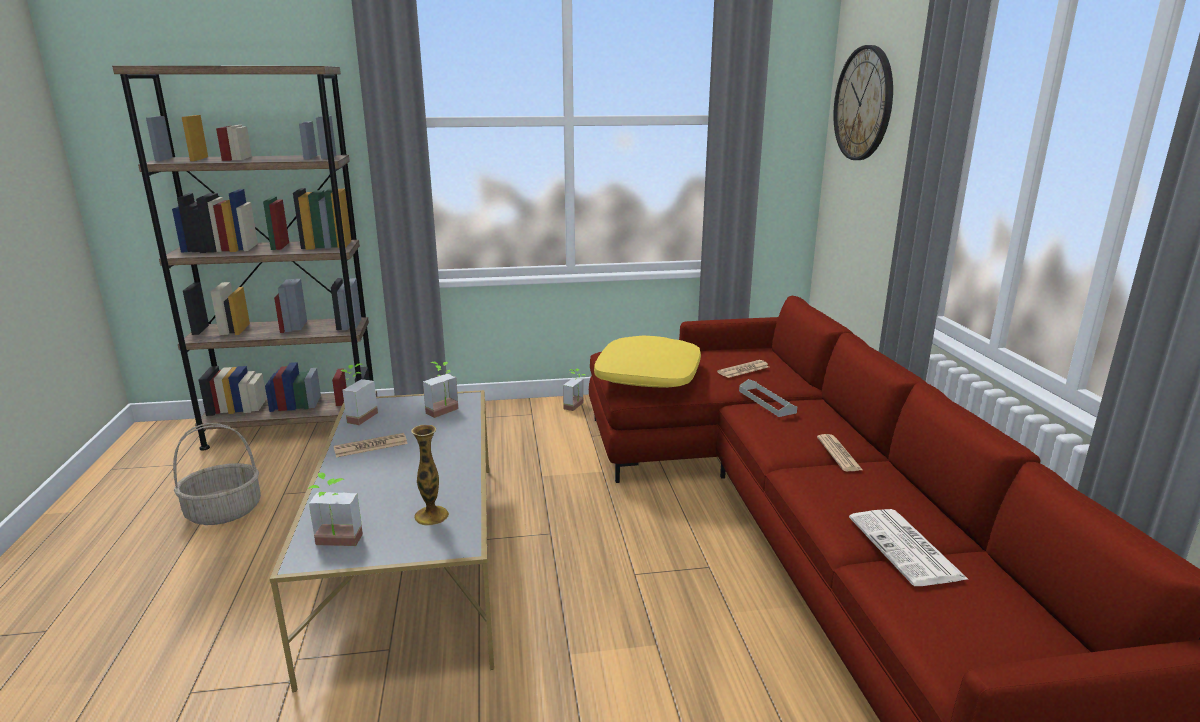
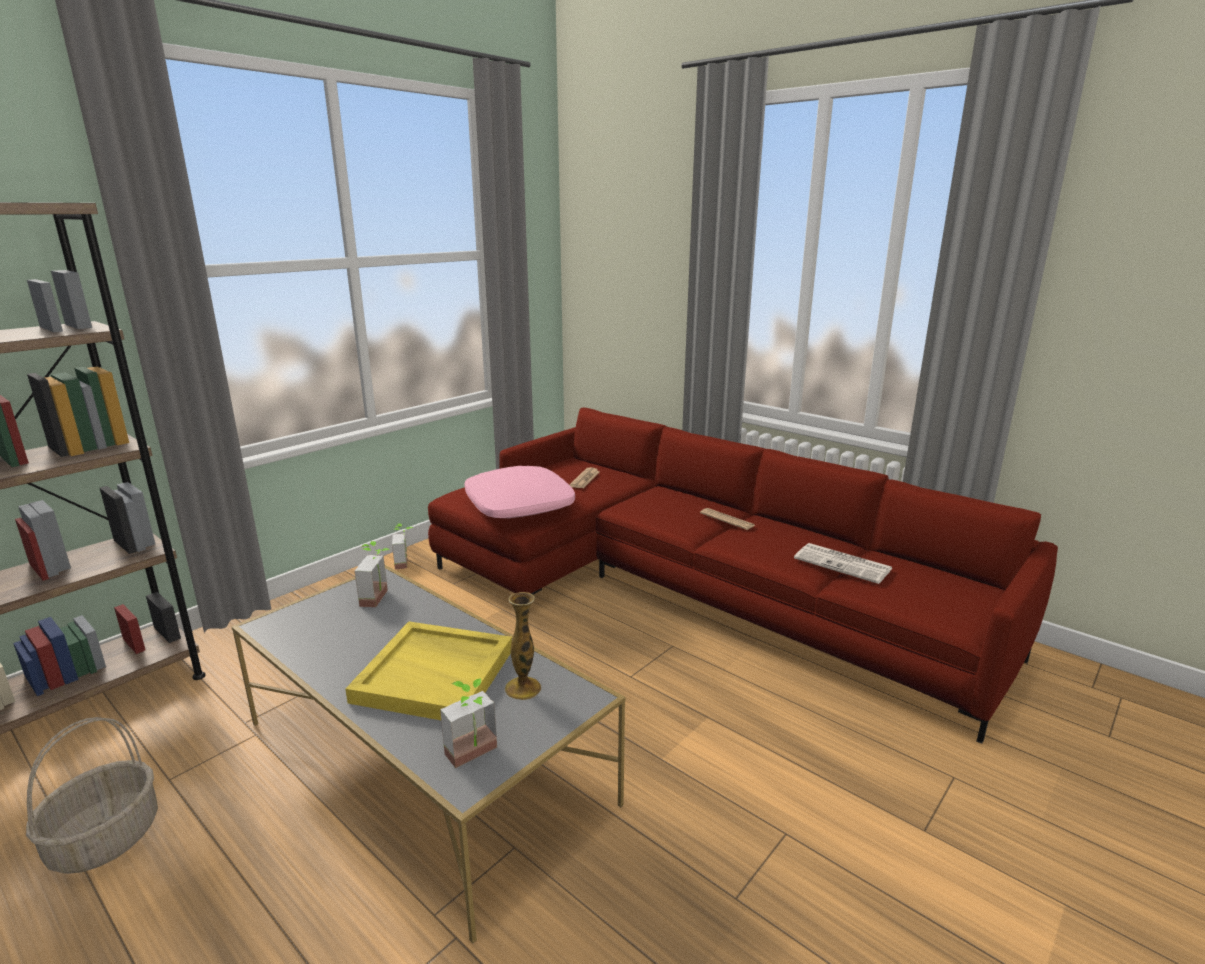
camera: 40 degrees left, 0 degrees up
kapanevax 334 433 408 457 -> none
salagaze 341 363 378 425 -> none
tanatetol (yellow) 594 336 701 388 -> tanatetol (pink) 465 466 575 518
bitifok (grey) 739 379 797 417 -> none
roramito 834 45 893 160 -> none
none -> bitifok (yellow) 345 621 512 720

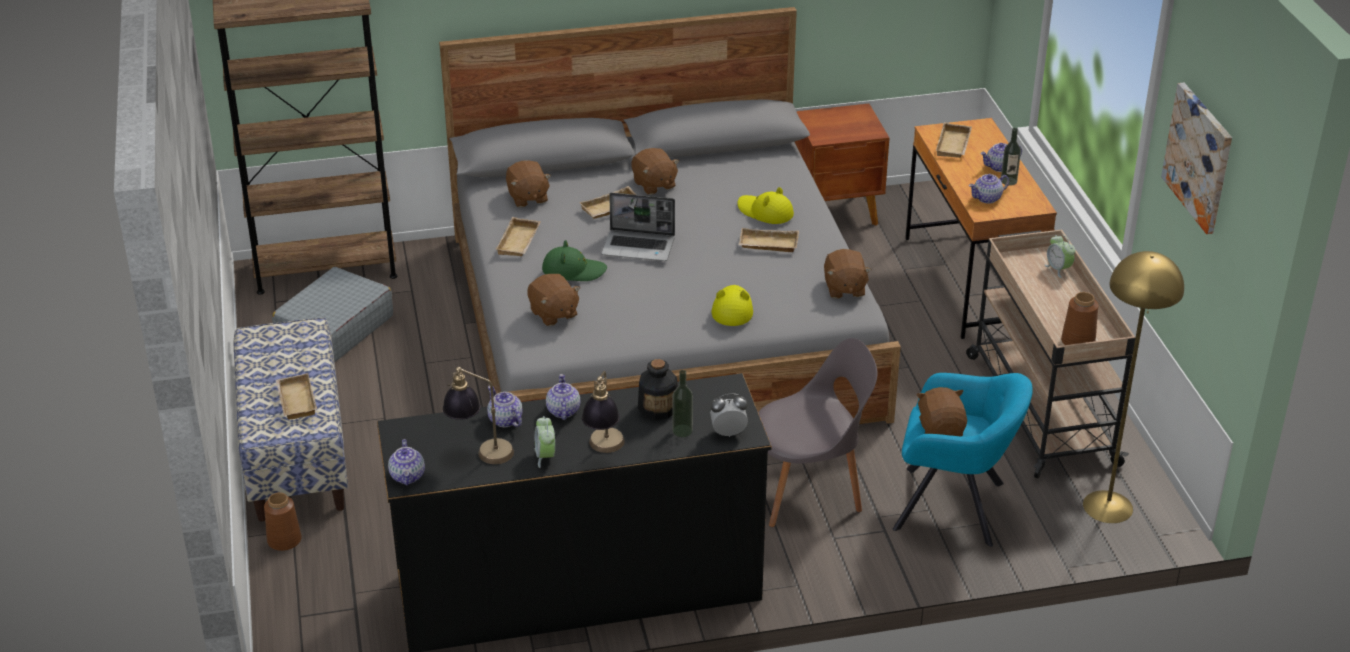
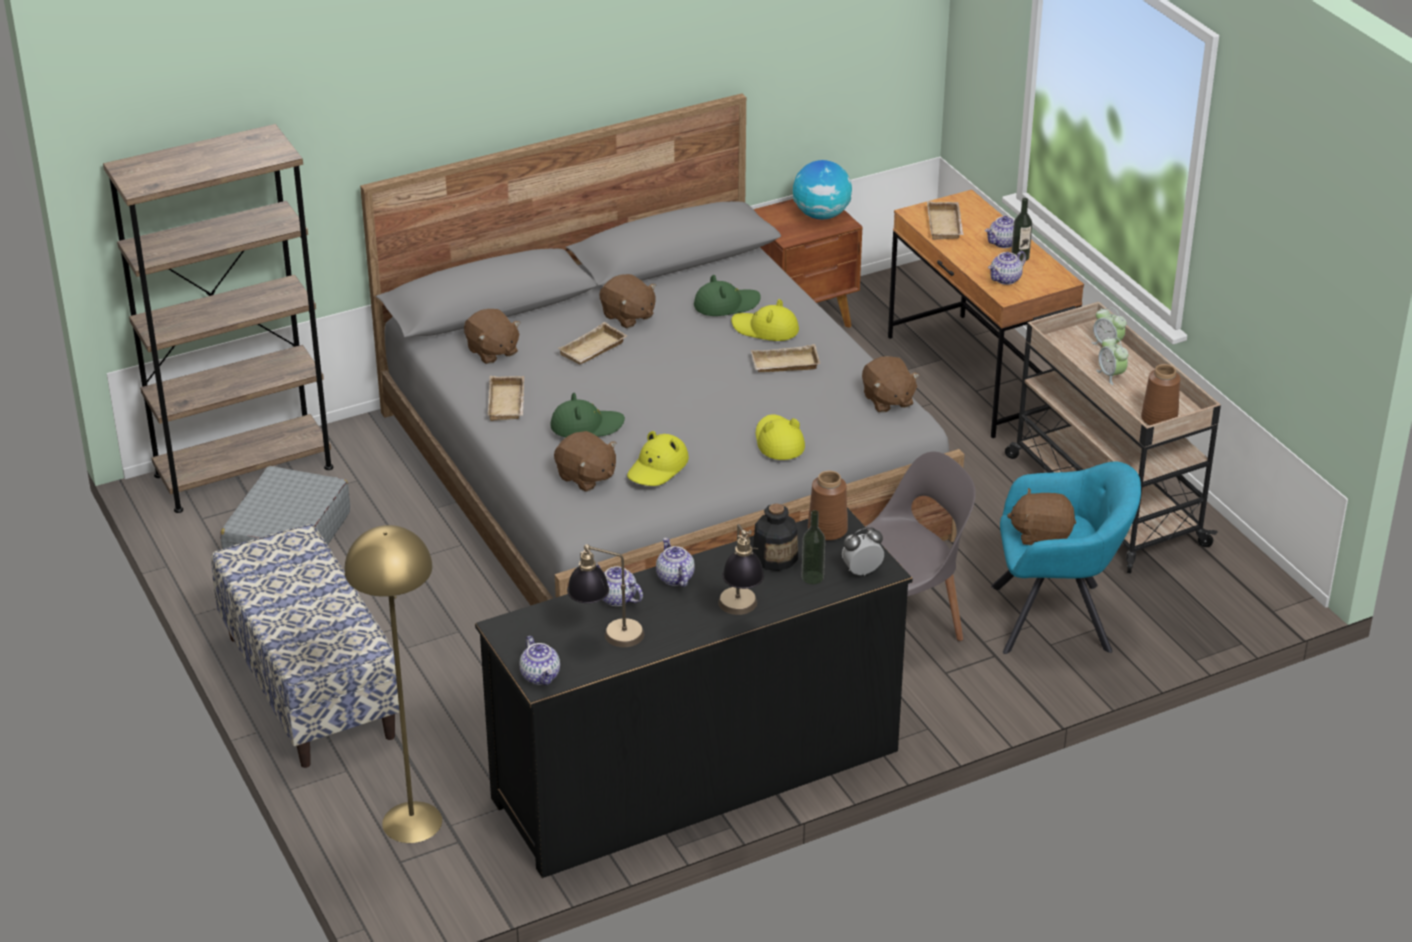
camera: 15 degrees left, 0 degrees up
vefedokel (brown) 264 492 302 551 -> vefedokel (brown) 808 471 848 540, move
bitifok (beige) 276 373 317 420 -> none
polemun 535 416 555 468 -> polemun 1096 337 1128 385, move
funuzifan 602 193 675 261 -> none
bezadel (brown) 916 387 967 436 -> bezadel (brown) 1007 488 1076 545, 60 degrees counterclockwise
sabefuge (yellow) 1083 251 1184 523 -> sabefuge (yellow) 344 525 442 843, move
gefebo 1161 83 1232 234 -> none
none -> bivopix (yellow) 627 431 689 486
none -> bivopix (green) 694 275 761 316
none -> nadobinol 793 160 852 220

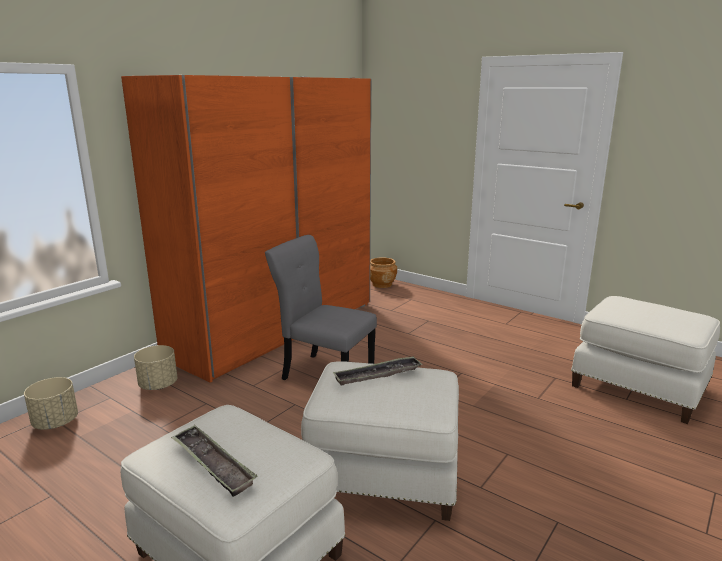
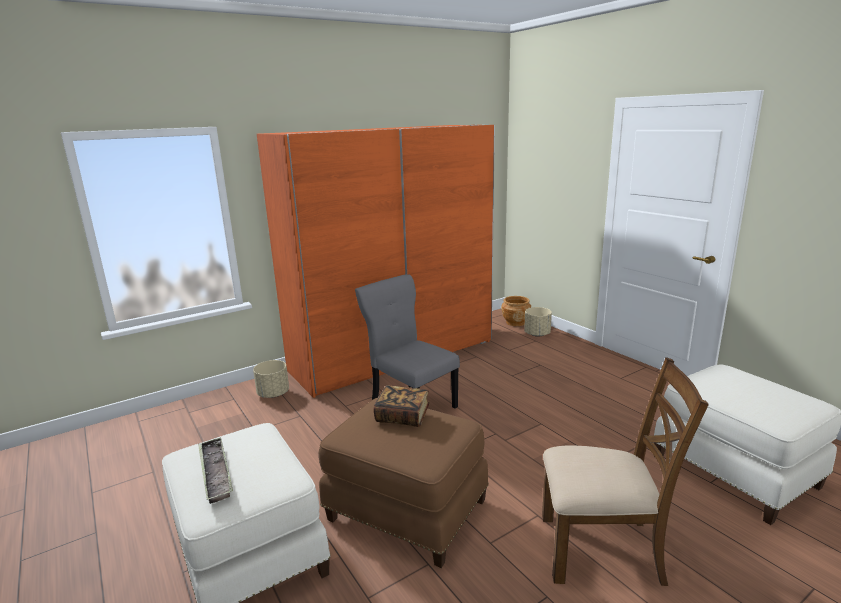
camera: 20 degrees right, 0 degrees up
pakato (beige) 24 377 78 430 -> pakato (beige) 524 307 552 337, move
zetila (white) 301 361 459 521 -> zetila (brown) 319 398 489 568
bitifok 333 356 422 386 -> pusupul 374 385 430 427
none -> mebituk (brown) 542 357 709 586

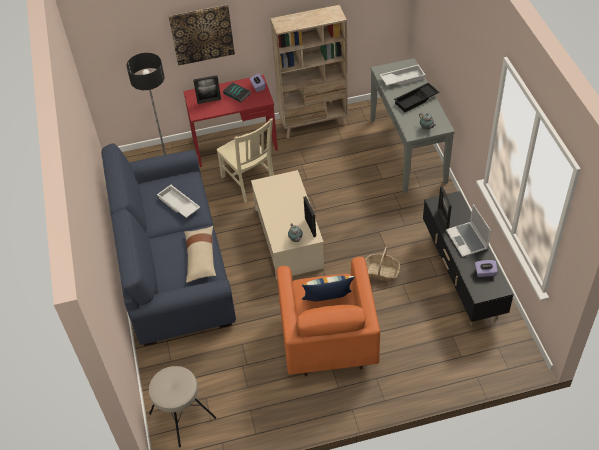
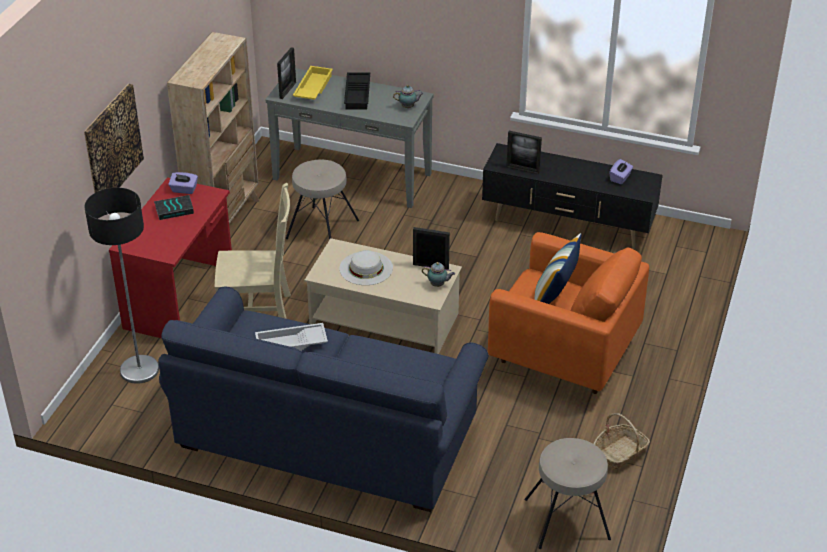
camera: 60 degrees left, 10 degrees down
tanatetol (beige) 184 226 216 283 -> none
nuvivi 193 75 221 104 -> nuvivi 277 47 296 99, move
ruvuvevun 365 247 400 281 -> ruvuvevun 593 413 650 469, move
bitifok (white) 380 64 425 86 -> bitifok (yellow) 293 66 333 100
funuzifan 446 204 491 257 -> none
none -> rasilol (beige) 286 159 359 240
none -> bivopix (white) 339 250 393 285

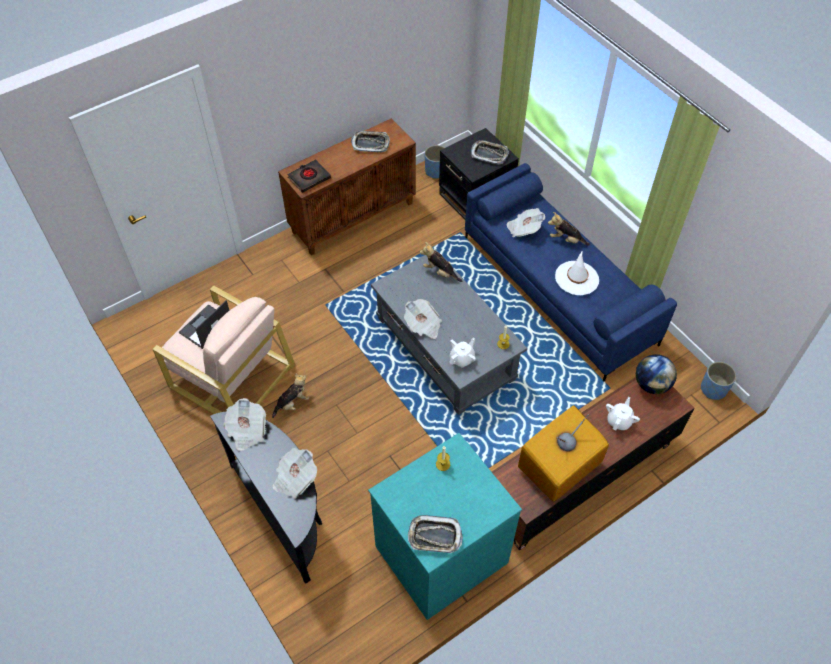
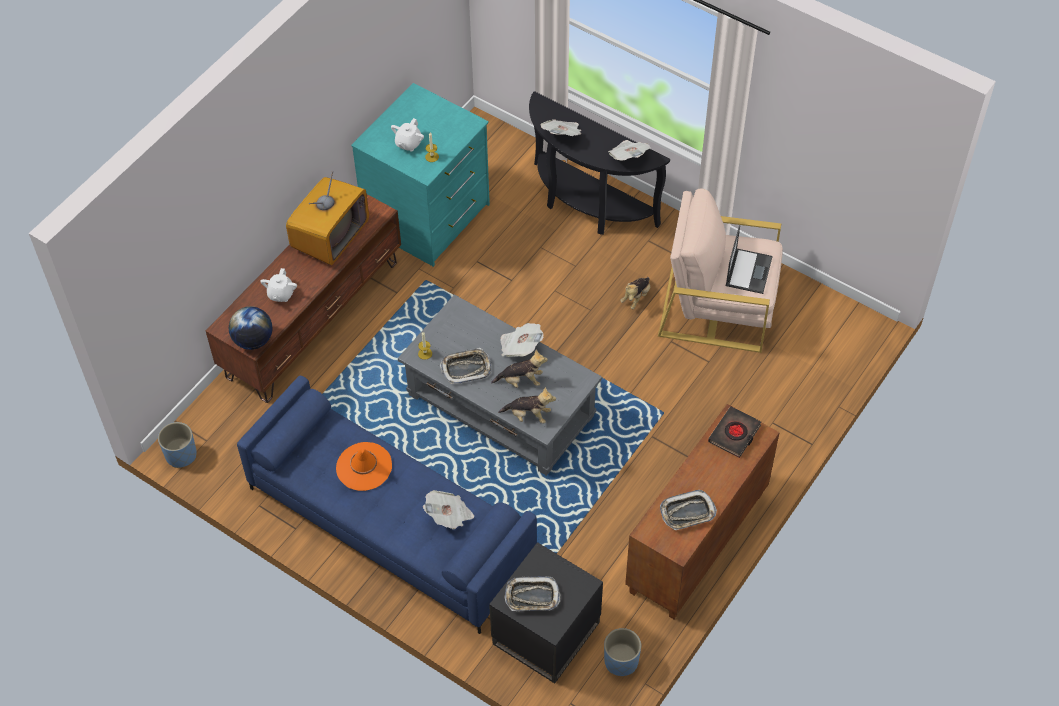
camera: 160 degrees right, 0 degrees up
bitifok 408 515 463 553 -> bitifok 440 348 491 384, move
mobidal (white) 449 338 476 368 -> mobidal (white) 391 118 424 151, move
bezadel 548 212 590 245 -> bezadel 491 349 548 388, move
bivopix (white) 555 252 599 295 -> bivopix (orange) 336 442 392 491

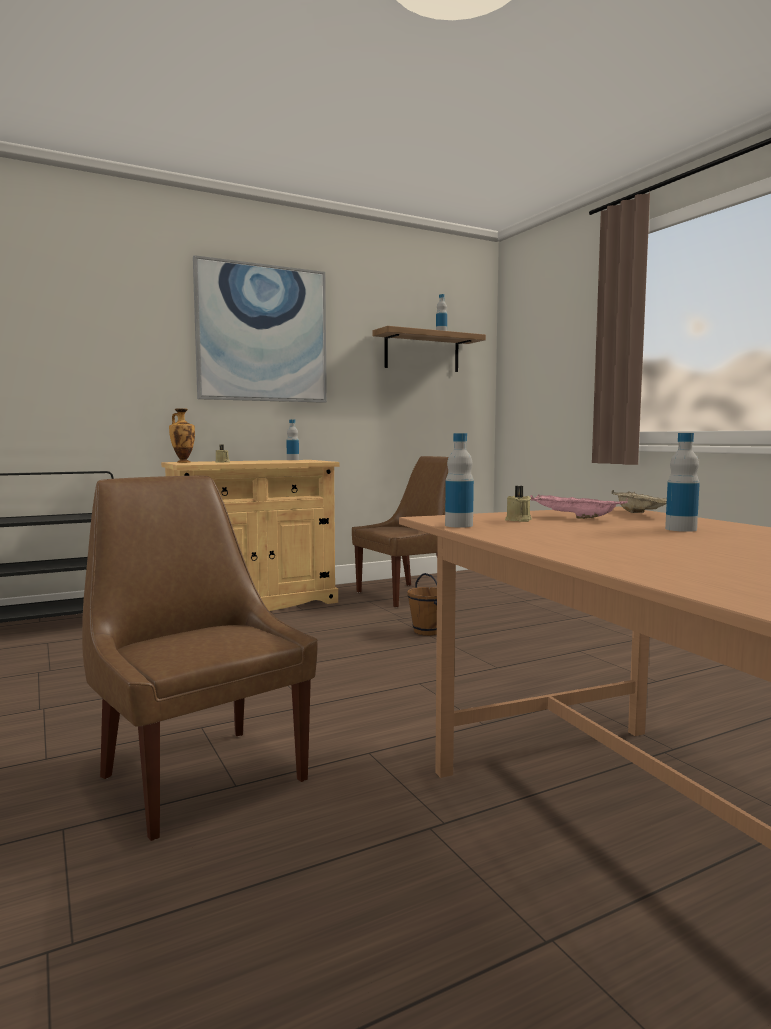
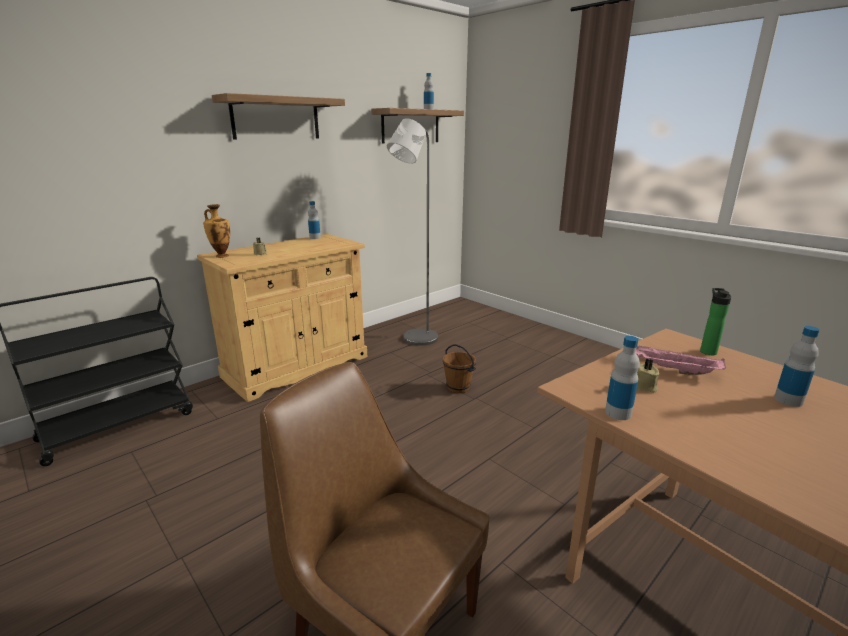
camera: 15 degrees left, 15 degrees up
gefebo 193 255 327 403 -> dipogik 212 93 345 140
mebituk (brown) 352 456 448 607 -> sabefuge (grey) 387 118 438 346
bitifok (beige) 611 490 667 513 -> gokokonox 700 288 731 355

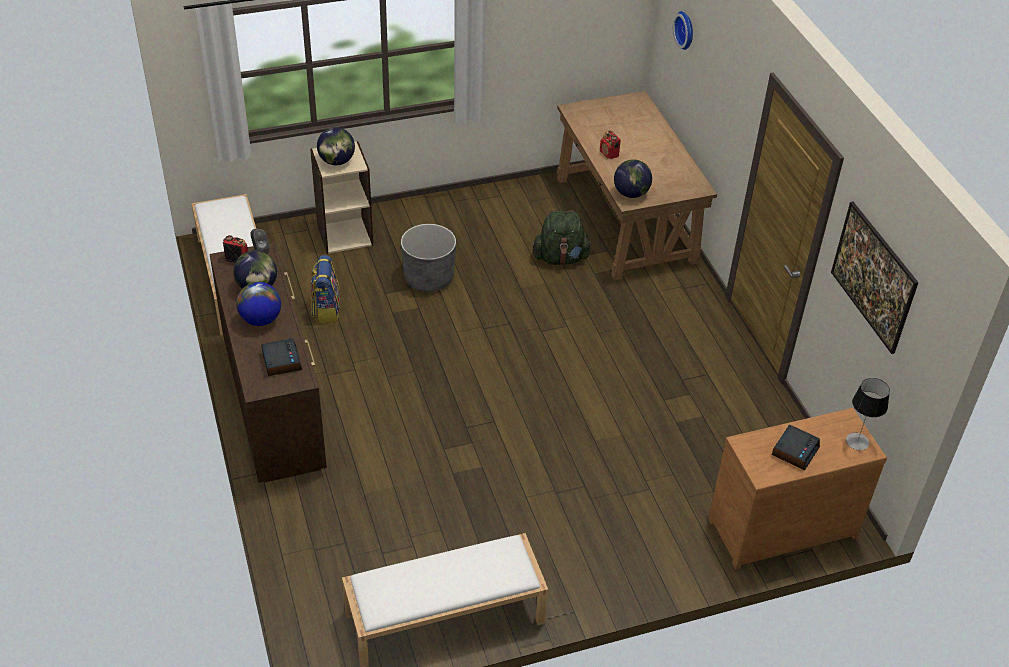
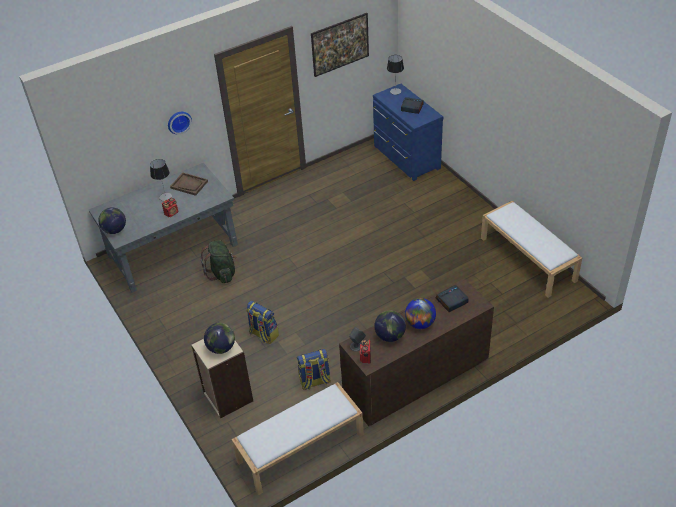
camera: 100 degrees left, 0 degrees up
pakato (grey) 401 224 456 292 -> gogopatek 246 301 279 344
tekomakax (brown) 557 91 717 280 -> tekomakax (grey) 89 163 238 293
nadobinol 614 159 652 198 -> nadobinol 98 207 126 234, move
roramito 673 11 693 50 -> roramito 168 112 192 134, move
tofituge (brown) 708 408 887 569 -> tofituge (blue) 373 84 443 181
none -> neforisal 150 159 172 201
none -> bitifok (brown) 170 172 208 196

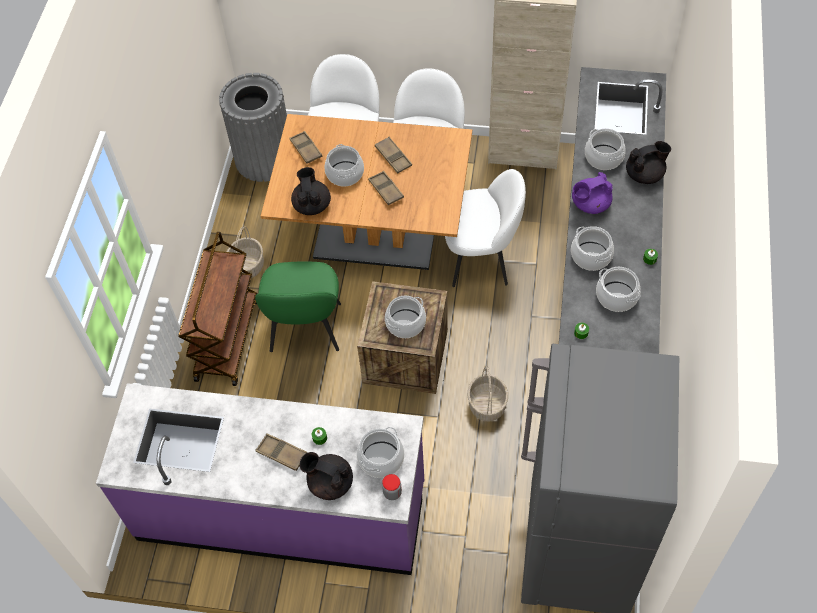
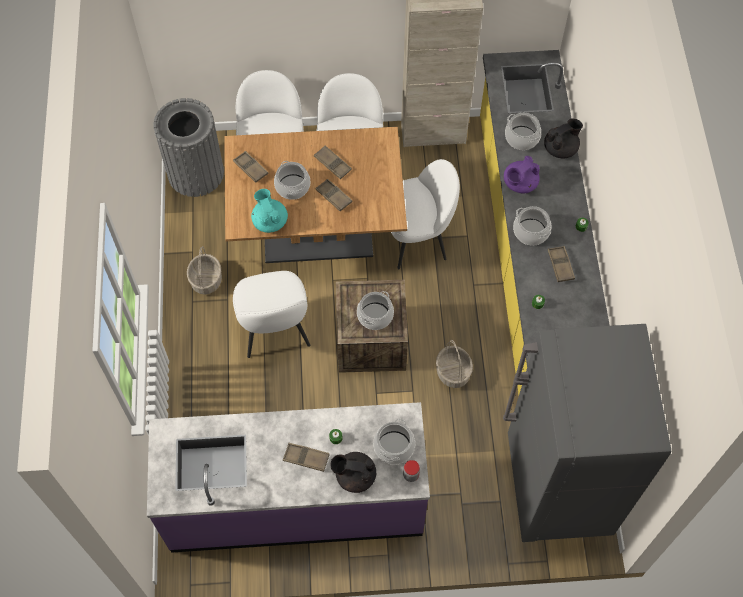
camera: 15 degrees left, 5 degrees up
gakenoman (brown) 178 232 258 386 -> none
mebituk (green) 255 261 341 352 -> mebituk (white) 233 271 310 358
mobidal (black) 291 167 331 215 -> mobidal (turquoise) 251 189 288 233
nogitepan 596 267 641 312 -> bitifok (brown) 548 246 575 282

